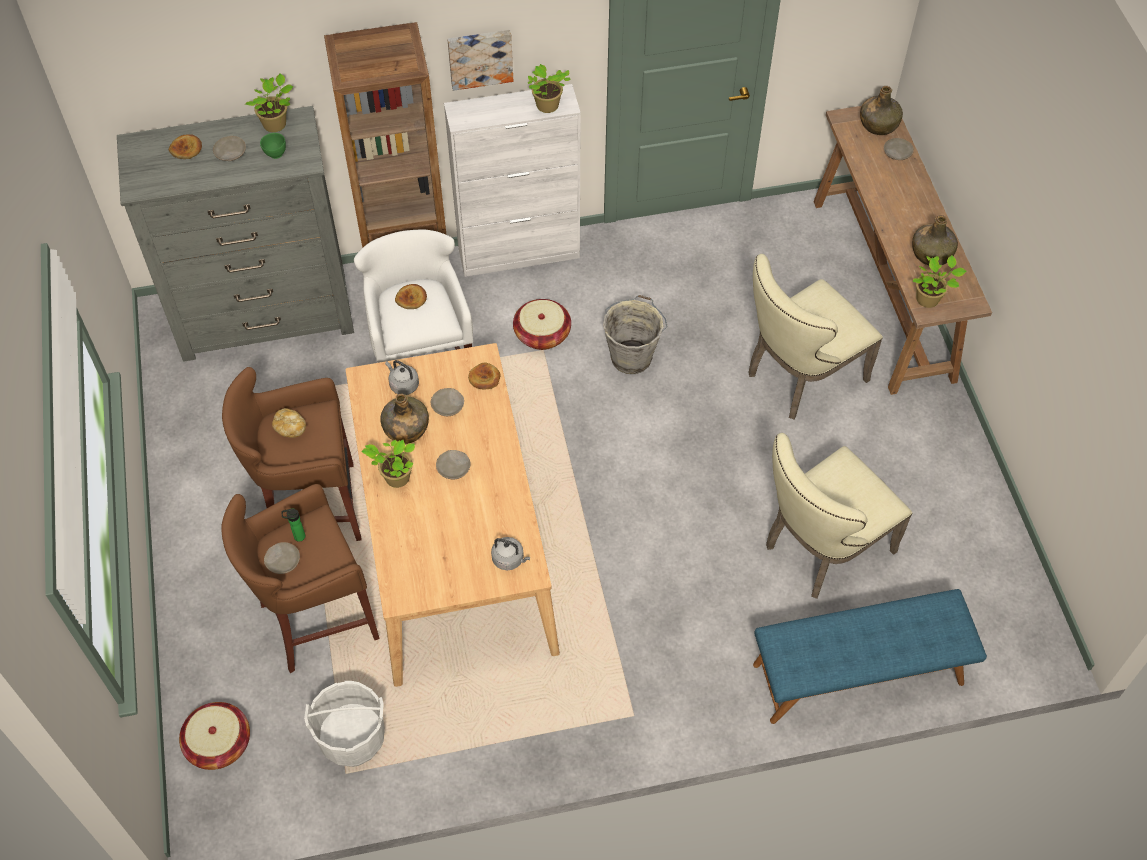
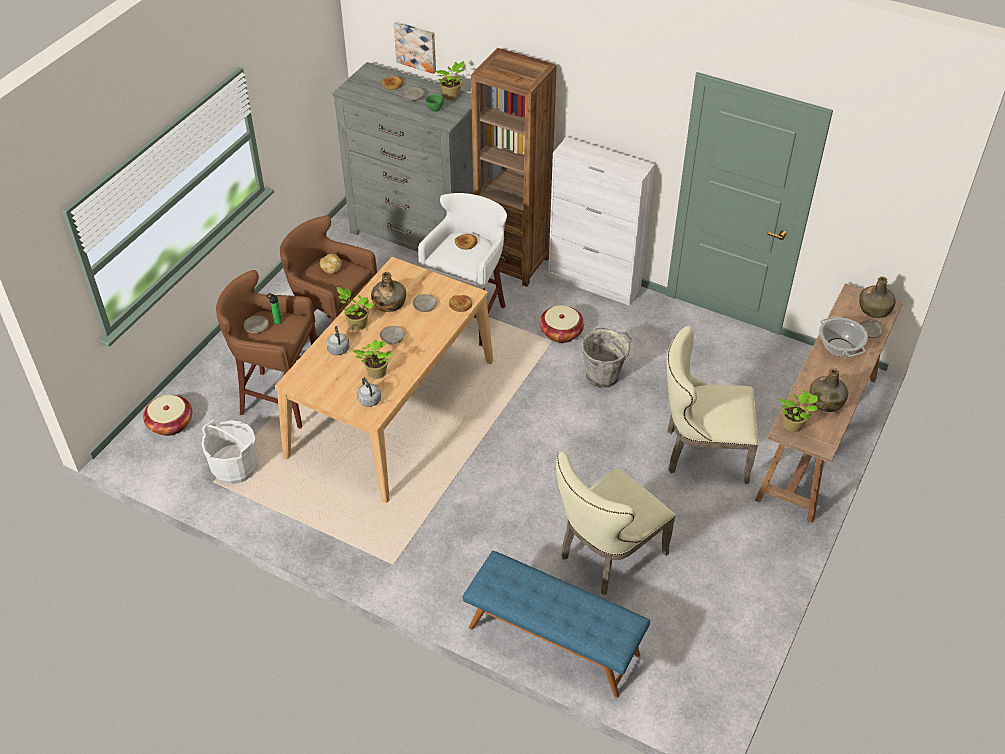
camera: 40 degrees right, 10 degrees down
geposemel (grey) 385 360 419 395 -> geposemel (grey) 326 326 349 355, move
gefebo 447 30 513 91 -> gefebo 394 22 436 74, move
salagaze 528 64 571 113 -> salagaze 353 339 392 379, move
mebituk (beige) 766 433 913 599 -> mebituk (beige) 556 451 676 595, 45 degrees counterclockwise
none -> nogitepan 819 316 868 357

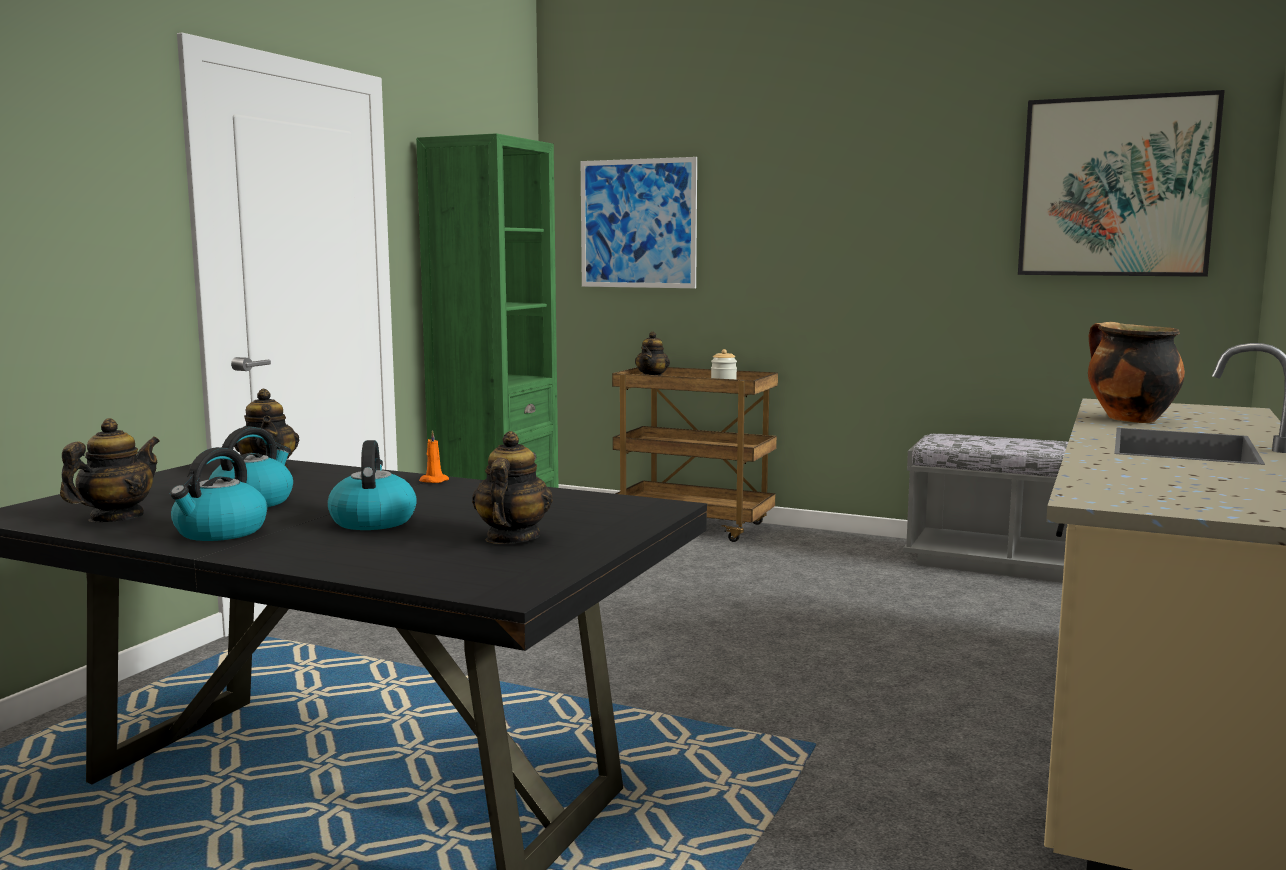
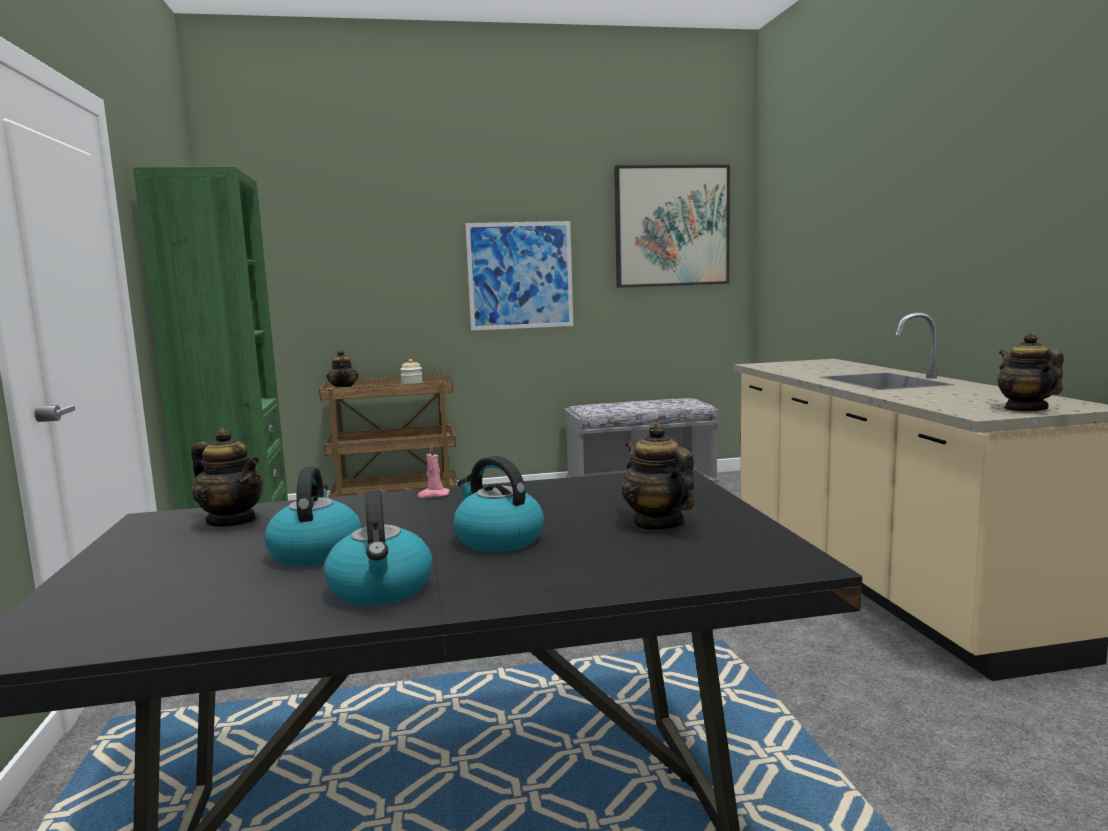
camera: 35 degrees left, 0 degrees up
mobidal 60 418 160 522 -> mobidal 997 333 1064 412, move
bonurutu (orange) 419 430 449 483 -> bonurutu (pink) 417 444 449 498
gefebo 581 157 697 288 -> gefebo 465 221 573 331, move
nogitepan 1088 322 1185 423 -> none

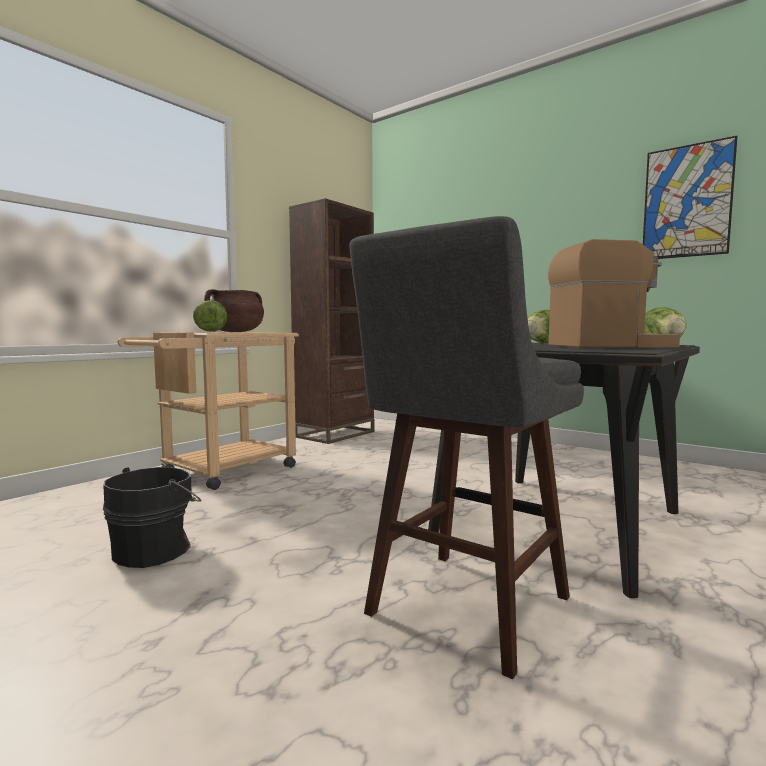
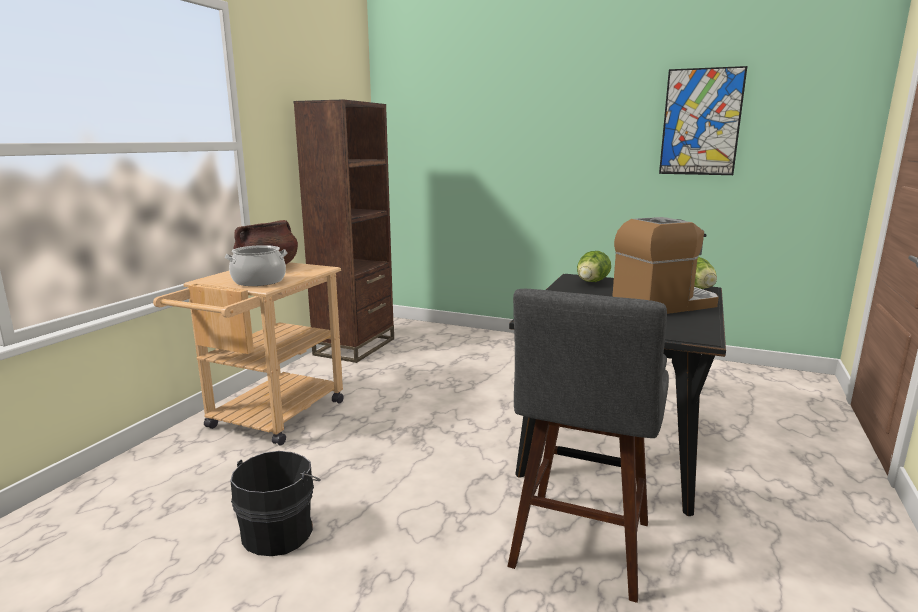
camera: 15 degrees left, 10 degrees up
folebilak 193 300 227 332 -> nogitepan 225 245 287 286

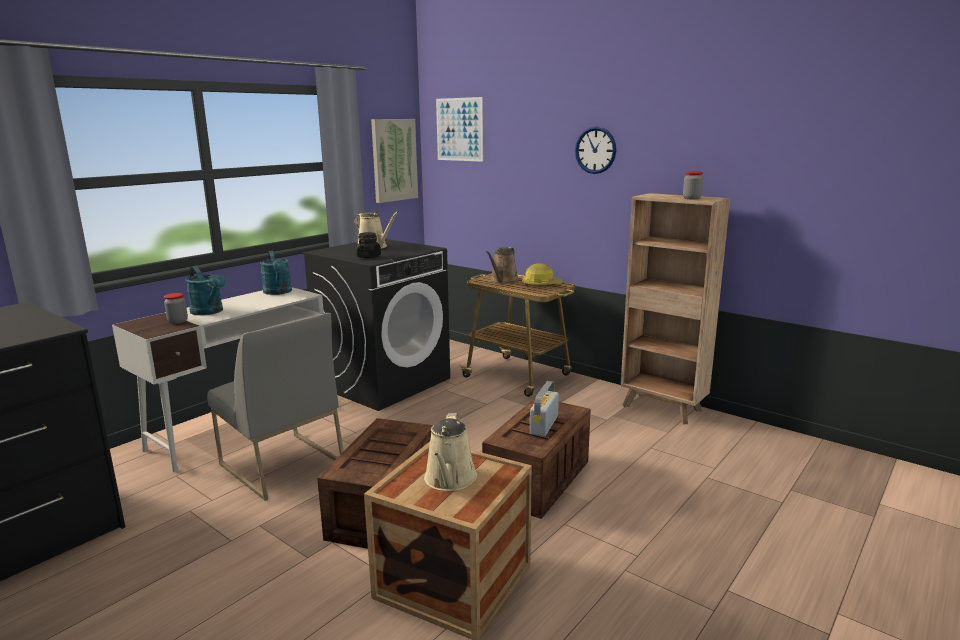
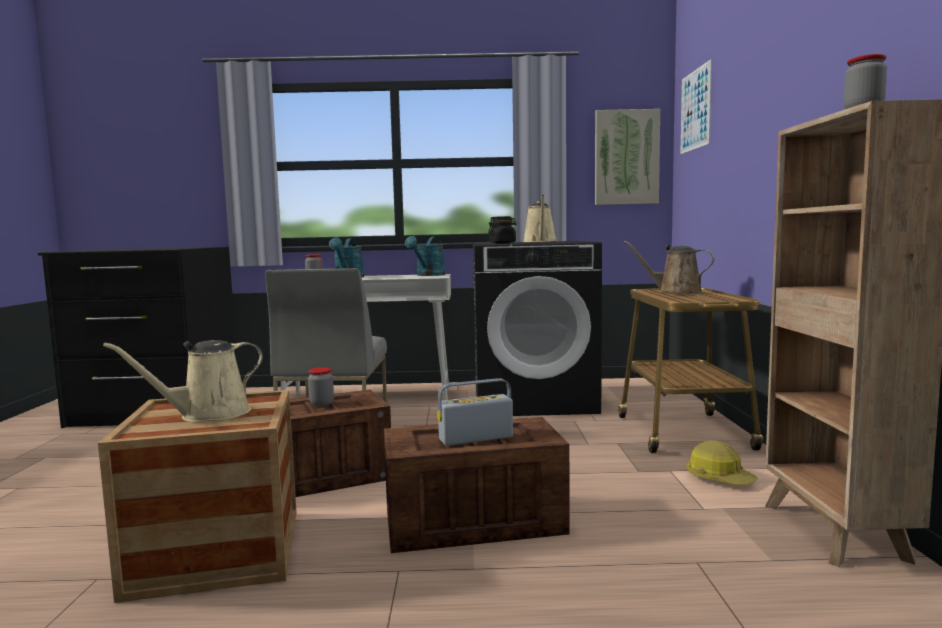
camera: 50 degrees right, 10 degrees down
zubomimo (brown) 486 247 519 284 -> zubomimo (brown) 623 241 715 294, 45 degrees clockwise
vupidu 522 263 563 286 -> vupidu 686 440 758 485, move
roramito 575 127 616 174 -> none
none -> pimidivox 308 367 334 406

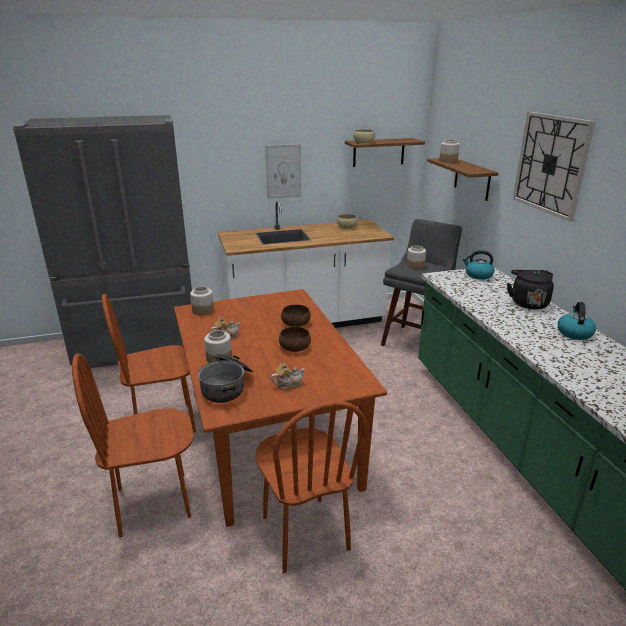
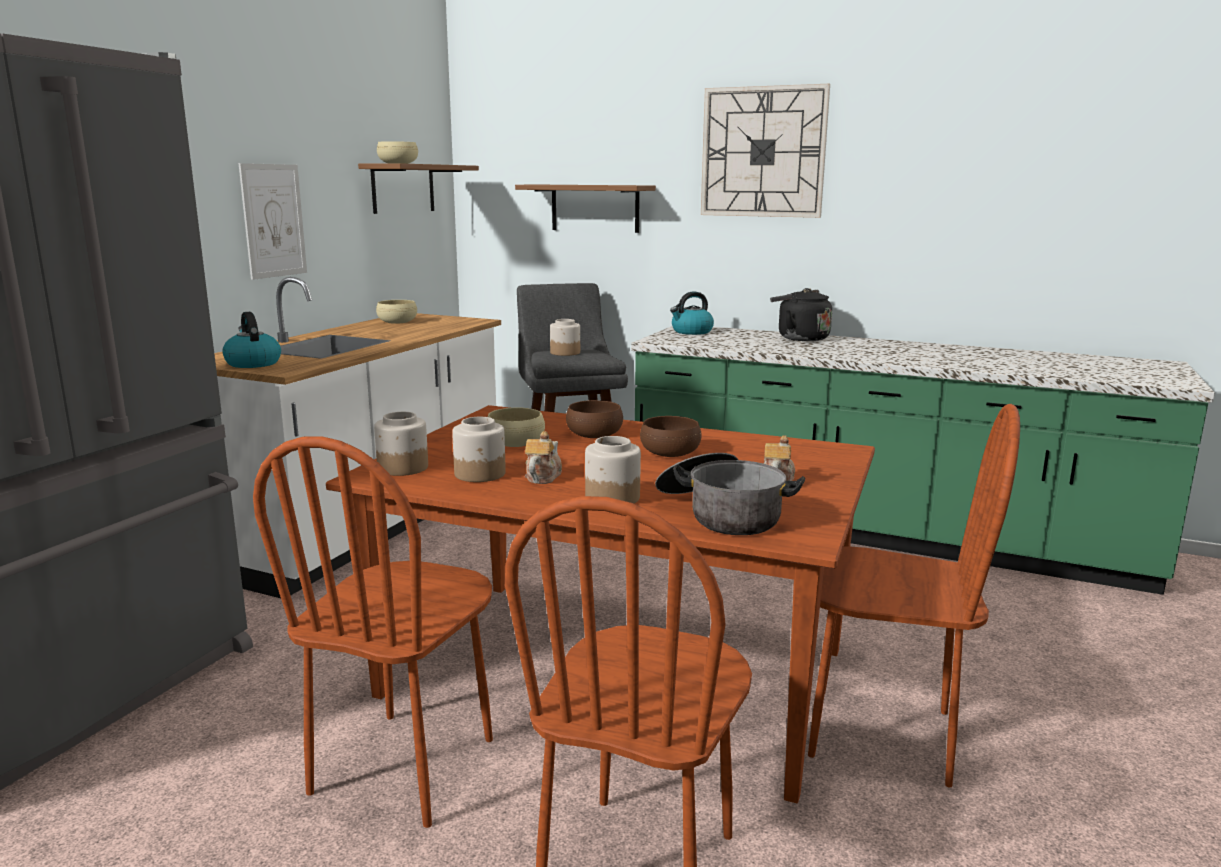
camera: 50 degrees left, 10 degrees down
pimidivox 439 140 460 163 -> pimidivox 452 417 506 482, move
geposemel 558 302 596 340 -> geposemel 222 312 281 368, move
none -> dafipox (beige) 488 408 545 447

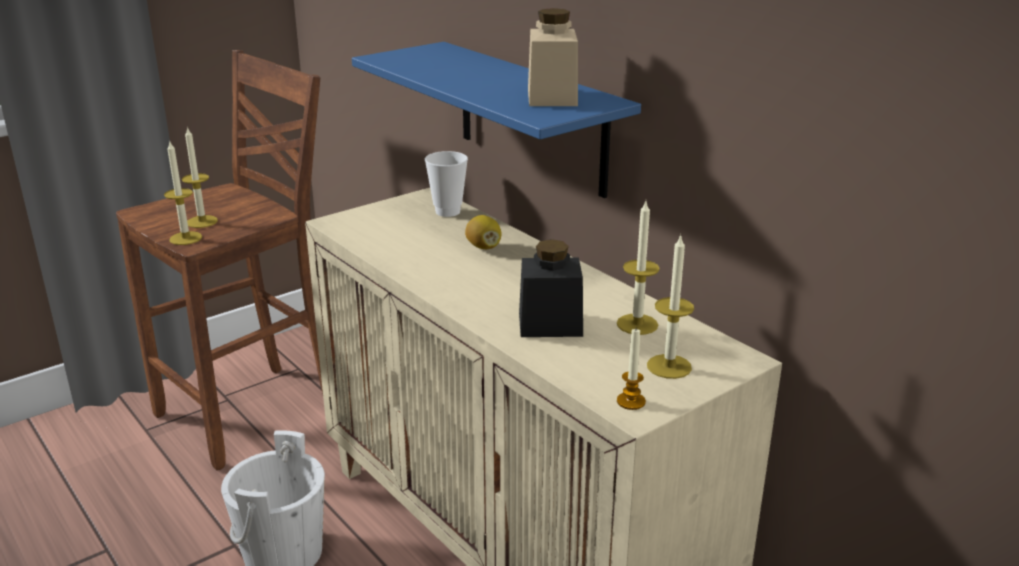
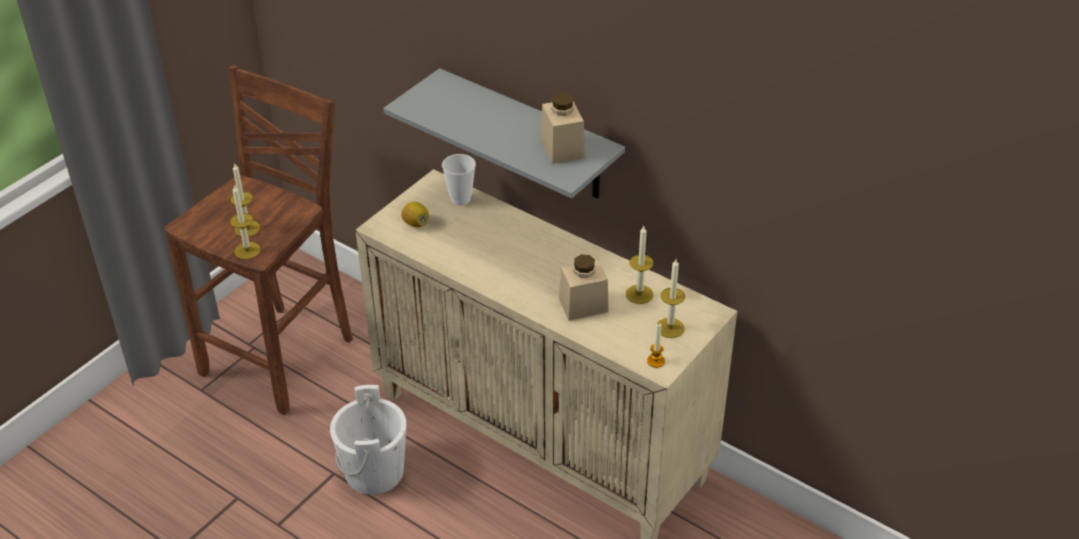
camera: 15 degrees left, 15 degrees up
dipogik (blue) 352 42 641 198 -> dipogik (grey) 383 68 625 199
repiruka 465 215 502 249 -> repiruka 401 202 429 227, move
pimidivox (black) 519 239 583 337 -> pimidivox (beige) 559 255 609 321

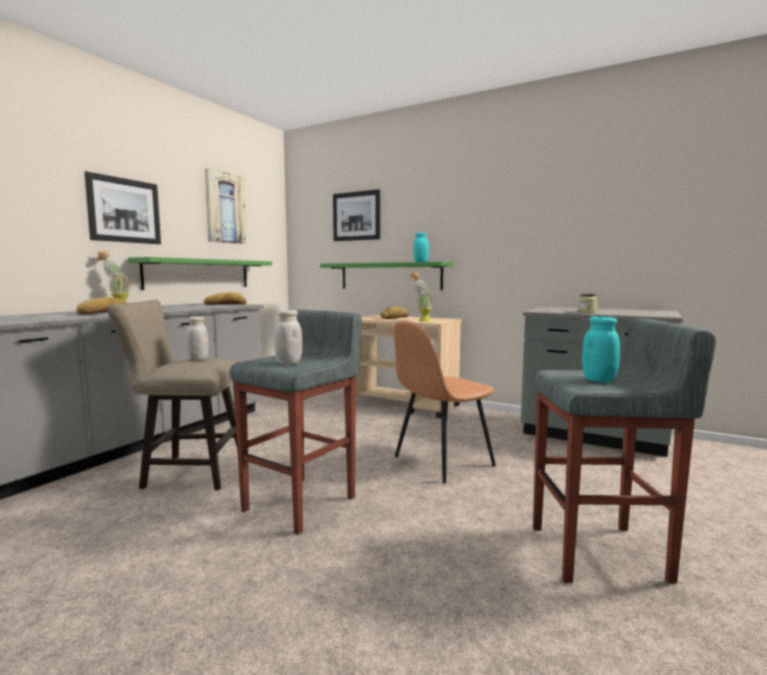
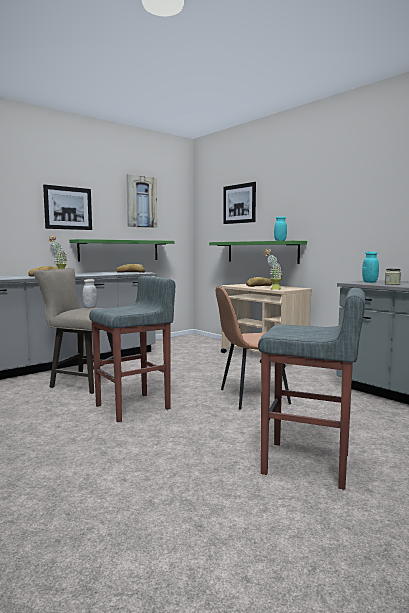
camera: 20 degrees right, 0 degrees up
pimidivox (white) 274 310 302 365 -> none
pimidivox (turquoise) 582 316 620 383 -> pimidivox (turquoise) 362 251 379 283, move

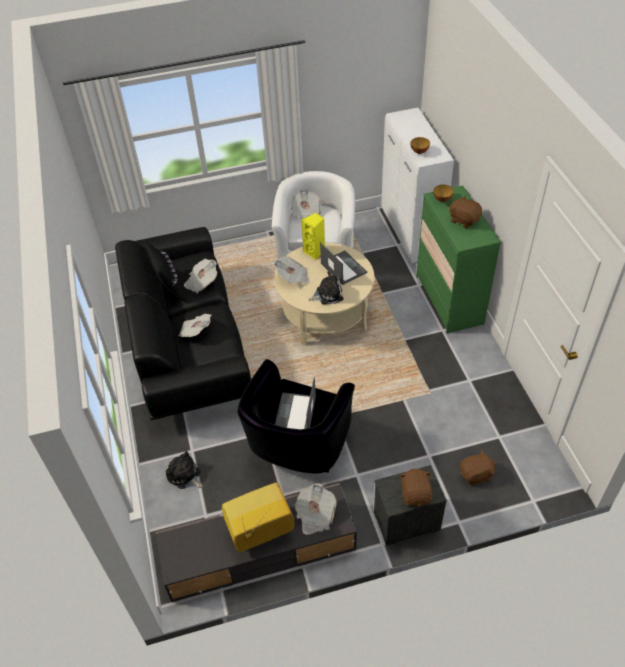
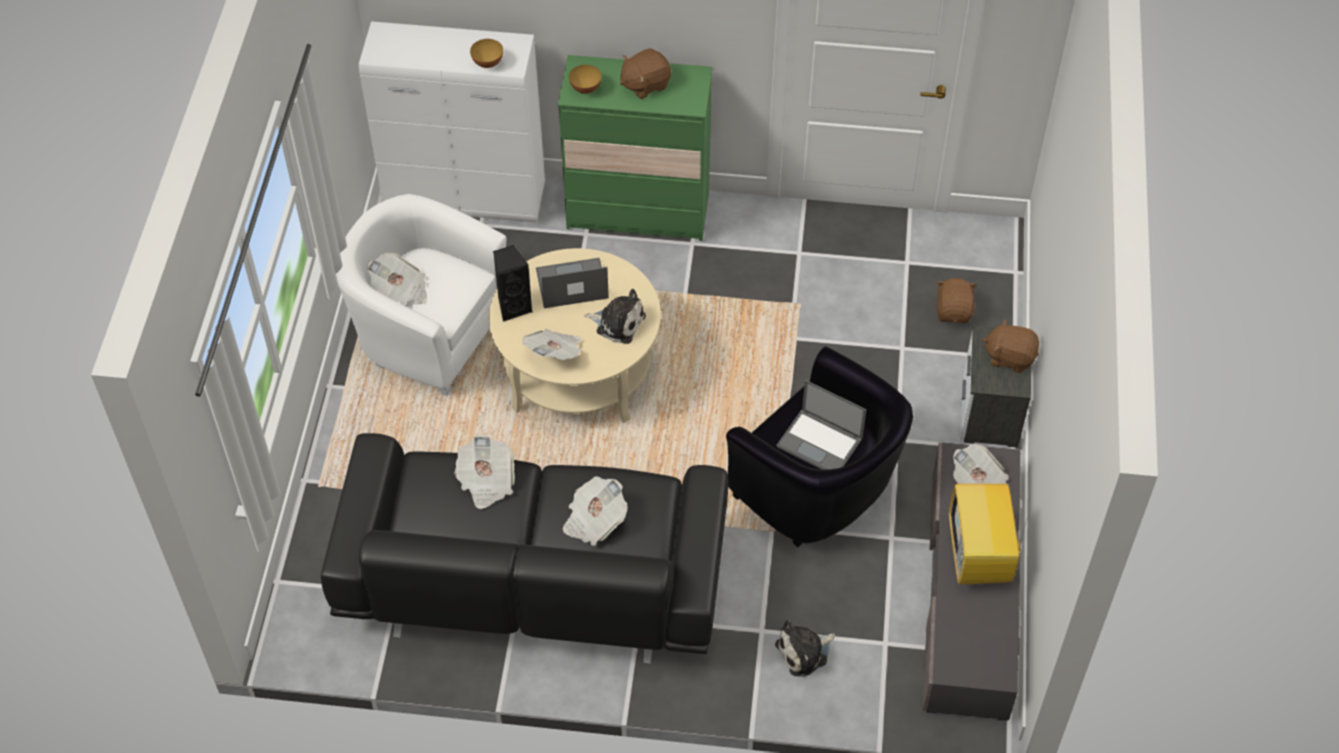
camera: 70 degrees left, 5 degrees up
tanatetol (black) 143 240 185 302 -> none
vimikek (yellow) 302 213 325 260 -> vimikek (black) 493 245 533 322
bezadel 309 271 344 304 -> bezadel 585 289 646 344, 105 degrees clockwise

